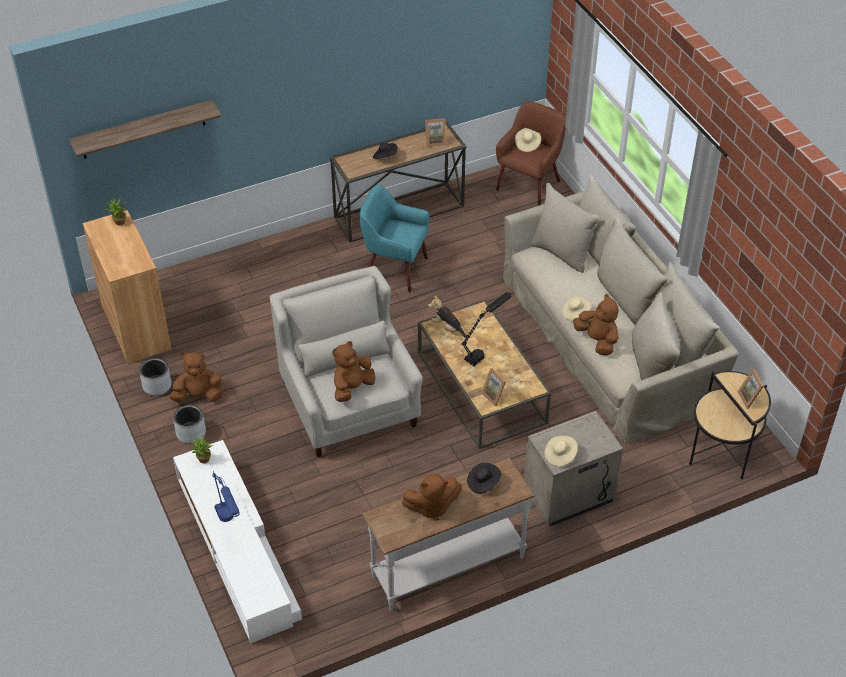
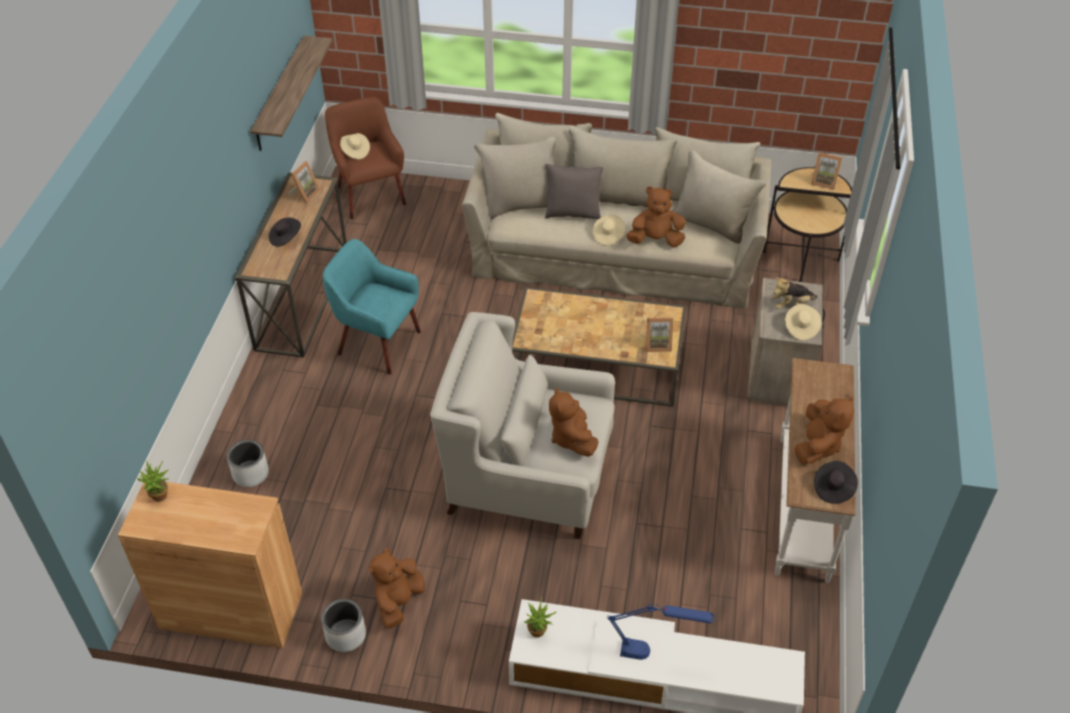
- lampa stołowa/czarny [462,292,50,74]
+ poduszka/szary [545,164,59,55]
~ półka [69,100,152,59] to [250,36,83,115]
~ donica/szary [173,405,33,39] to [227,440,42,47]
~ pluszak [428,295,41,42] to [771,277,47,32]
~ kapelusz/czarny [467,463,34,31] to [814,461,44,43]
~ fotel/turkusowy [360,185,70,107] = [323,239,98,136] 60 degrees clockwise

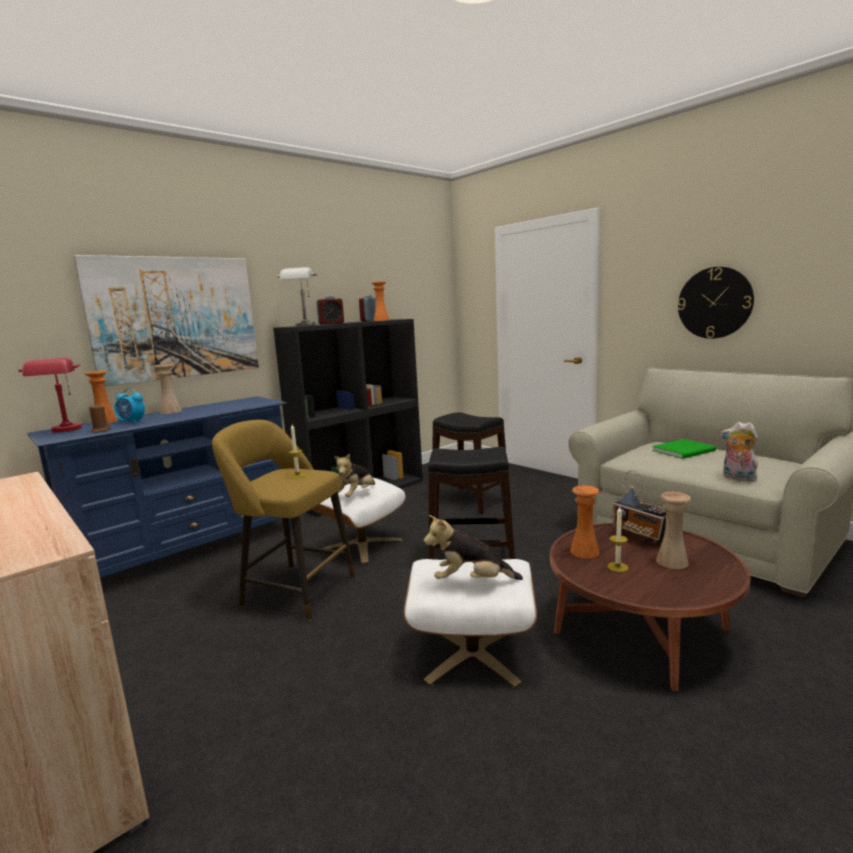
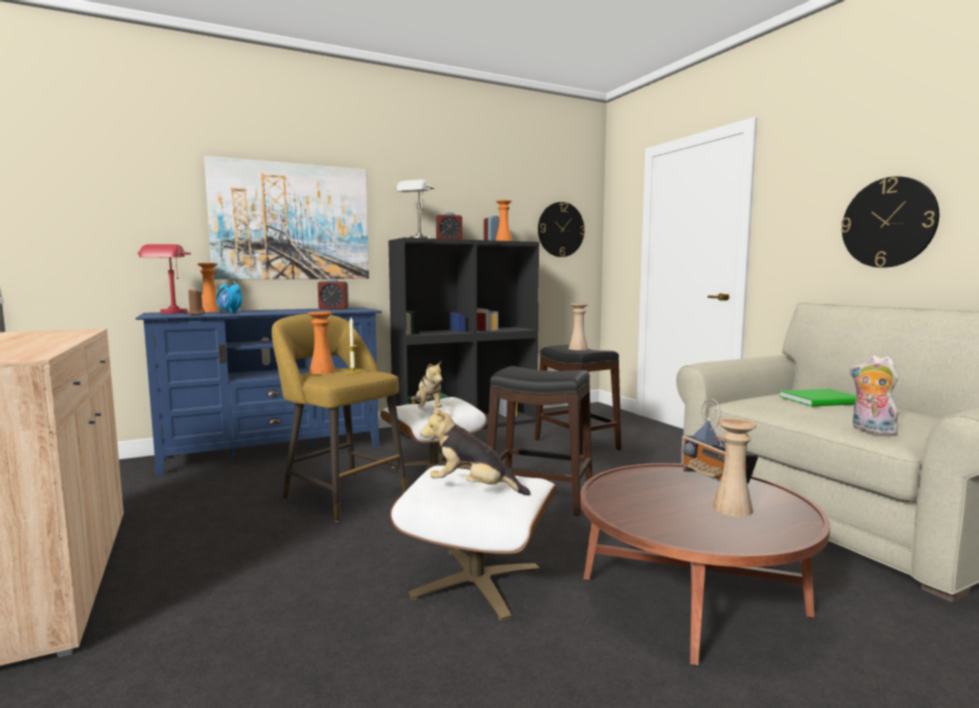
- świeca [607,506,22,66]
+ budzik [318,278,31,31]
+ zegar ścienny [538,202,47,55]
~ wazon/beżowy [153,364,29,50] to [569,303,19,47]
~ wazon/pomarańczowy [570,486,30,72] to [308,311,28,63]
~ pluszak [334,454,41,43] = [411,361,32,47] 60 degrees counterclockwise

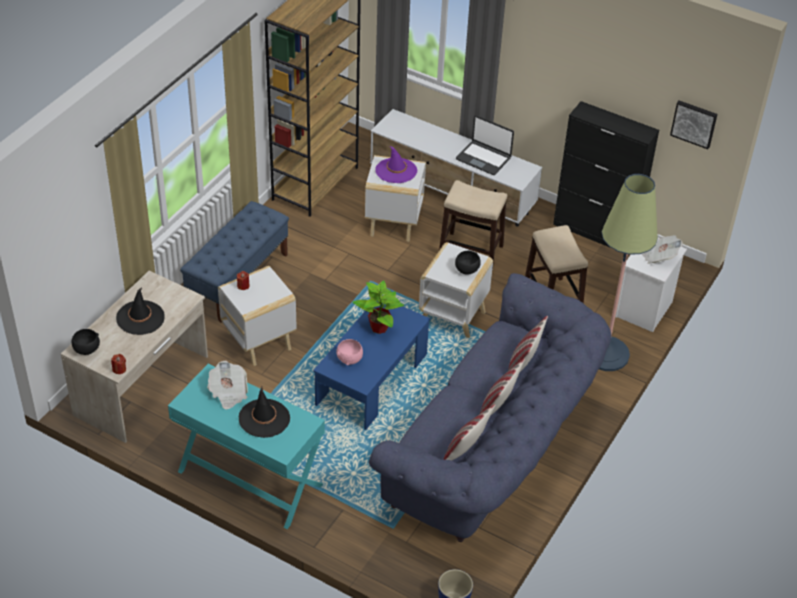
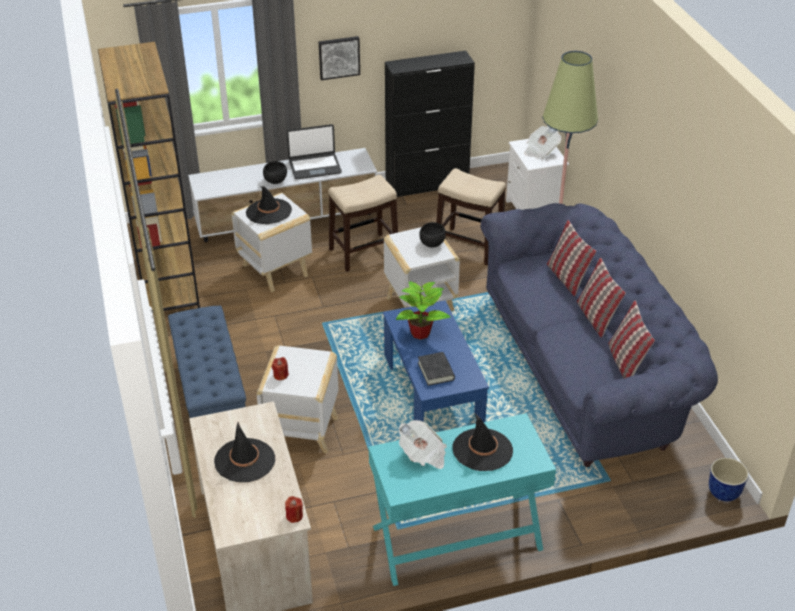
~ miska/czarny [71,329,29,26] to [263,161,24,23]
~ obraz [670,100,48,49] to [319,36,41,44]
~ miska/różowy [336,339,27,26] to książka/czarny [418,352,37,34]
~ kapelusz/fioletowy [375,146,42,37] to kapelusz/czarny [246,186,46,38]

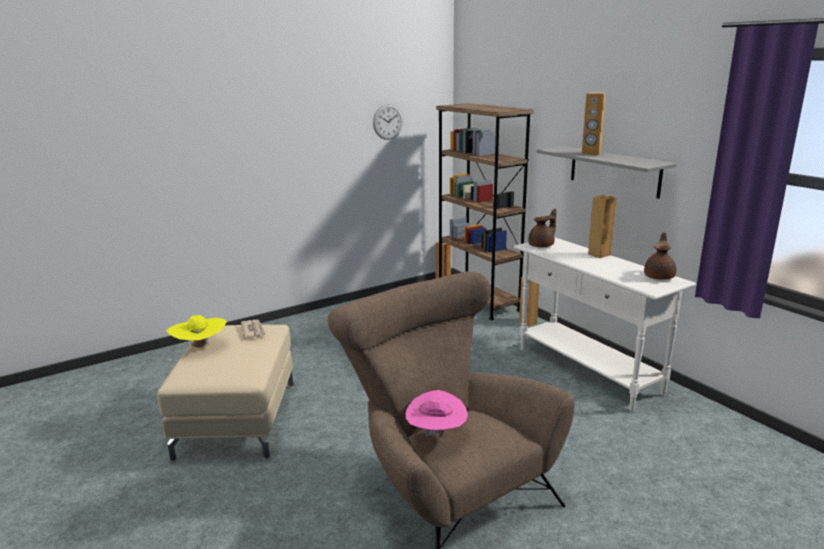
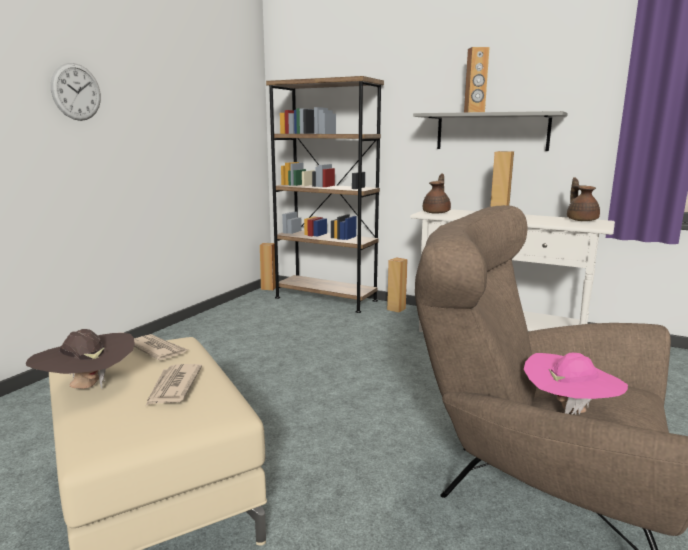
+ gazeta [146,364,56,42]
~ zegar ścienny [373,104,30,36] to [51,63,50,58]
~ kapelusz/żółty [167,315,60,35] to kapelusz/brązowy [26,329,109,60]

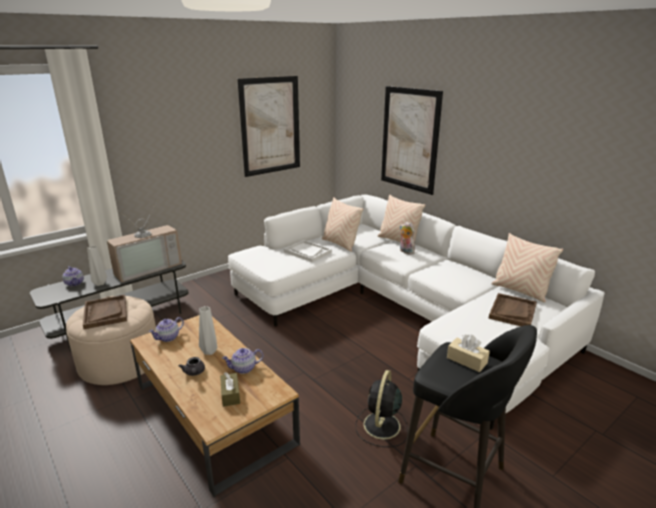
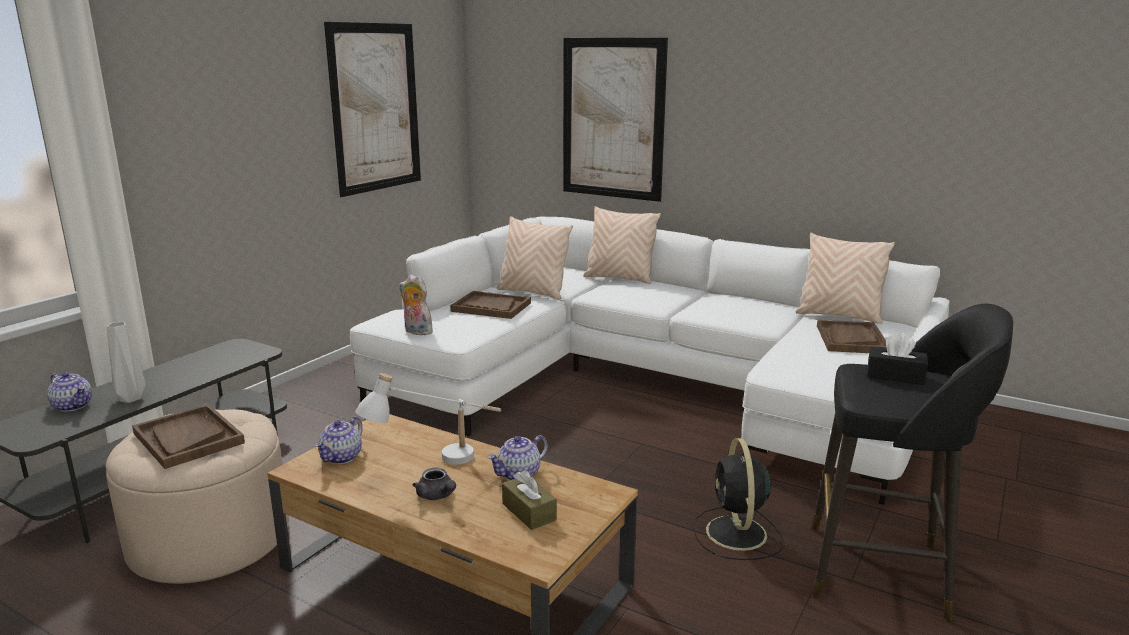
- telewizor [107,200,75,82]
~ pluszak [400,221,15,34] to [399,274,34,61]
~ wazon/szary [199,306,18,49] to lampa stołowa/biały [355,373,146,92]
~ taca/biały [284,240,48,22] to taca/brązowy [450,291,81,28]
~ pudełko chusteczek/beżowy [447,334,43,38] to pudełko chusteczek/czarny [867,333,61,52]

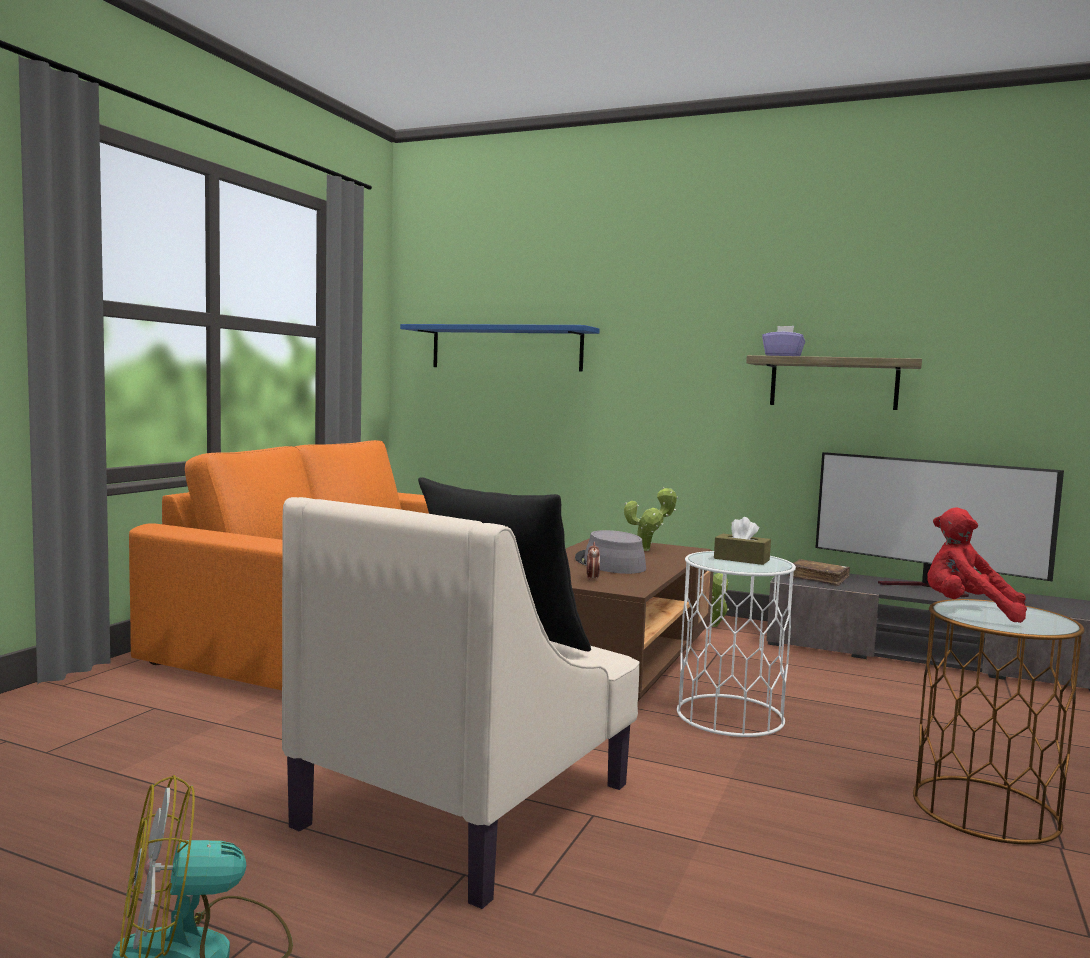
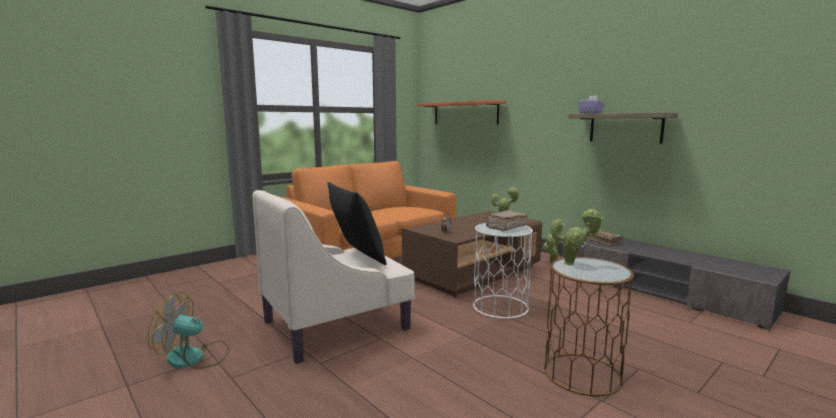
- kapelusz/szary [575,530,71,44]
- telewizor [815,452,249,145]
~ pudełko chusteczek/brązowy [714,517,57,48] to książka/brązowy [486,210,42,21]
~ pluszak/czerwony [927,507,100,116] to roślina doniczkowa [550,208,54,58]
~ półka/niebieski [400,324,200,47] to półka/pomarańczowy [416,100,90,24]

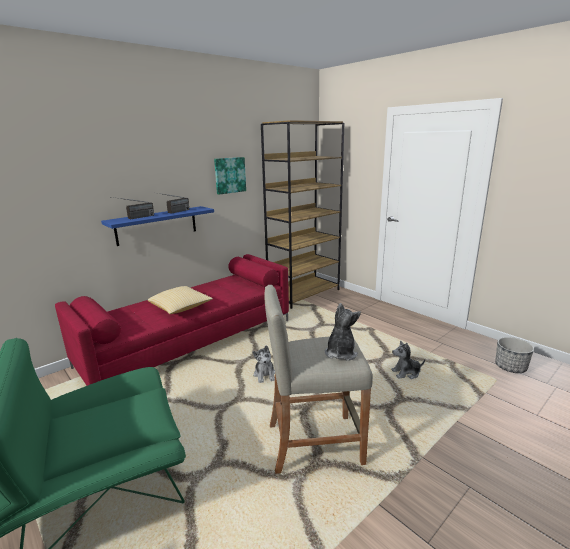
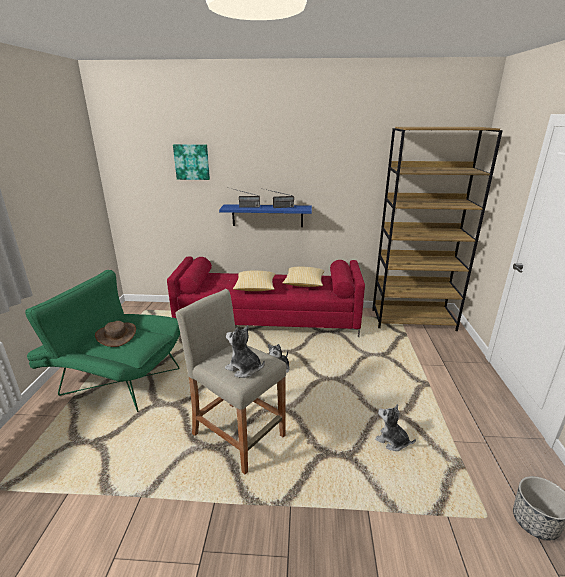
+ kapelusz/brązowy [95,321,41,26]
+ poduszka [283,266,42,21]
~ obraz [214,157,32,37] to [173,144,37,36]
~ pluszak [325,303,36,58] = [225,325,40,53] 120 degrees counterclockwise

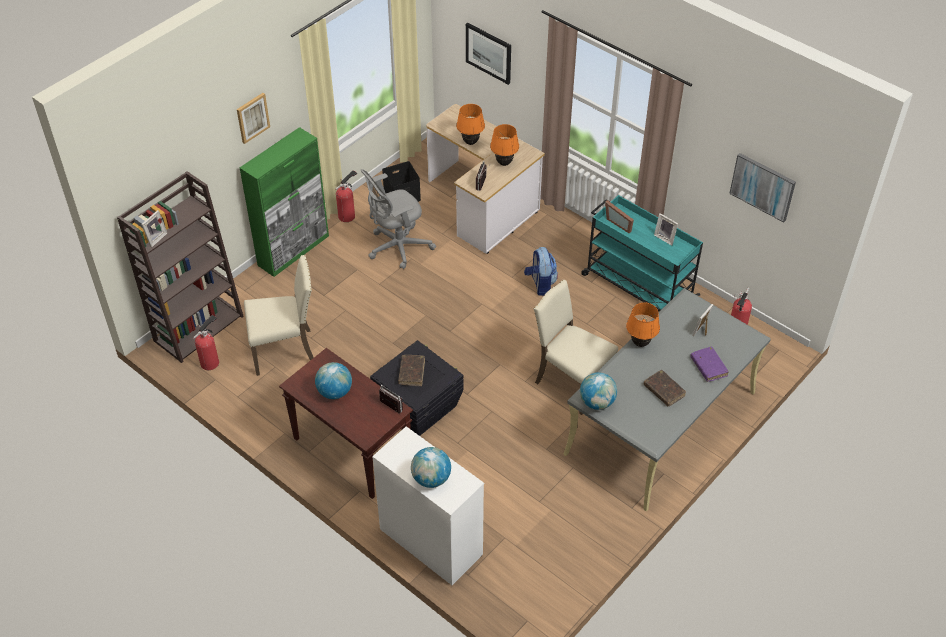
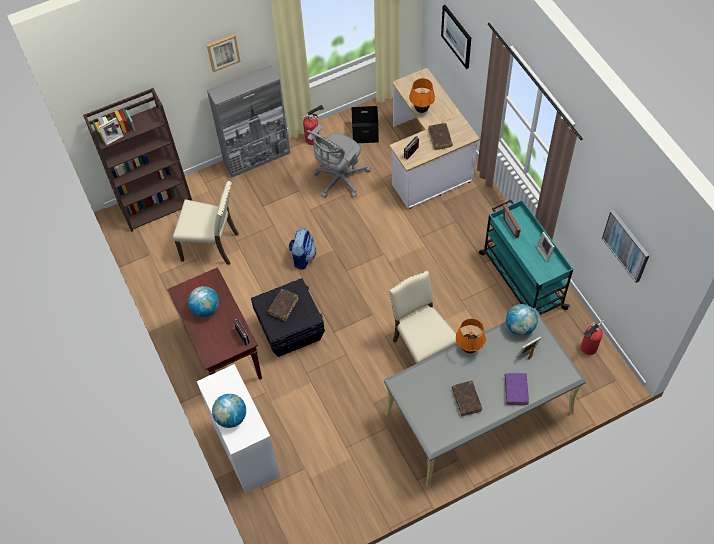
- gaśnica [193,315,26,55]
~ plecak [524,247,34,49] to [289,228,27,42]
~ globus [580,372,37,38] to [506,304,32,32]
~ lampa stołowa/pomarańczowy [490,124,29,42] to książka/brązowy [428,123,25,27]
~ szafka/zielony [240,127,89,150] to szafka/szary [207,65,83,112]
~ krzesło biurowe/szary [361,169,75,100] = [307,125,64,73] 45 degrees counterclockwise

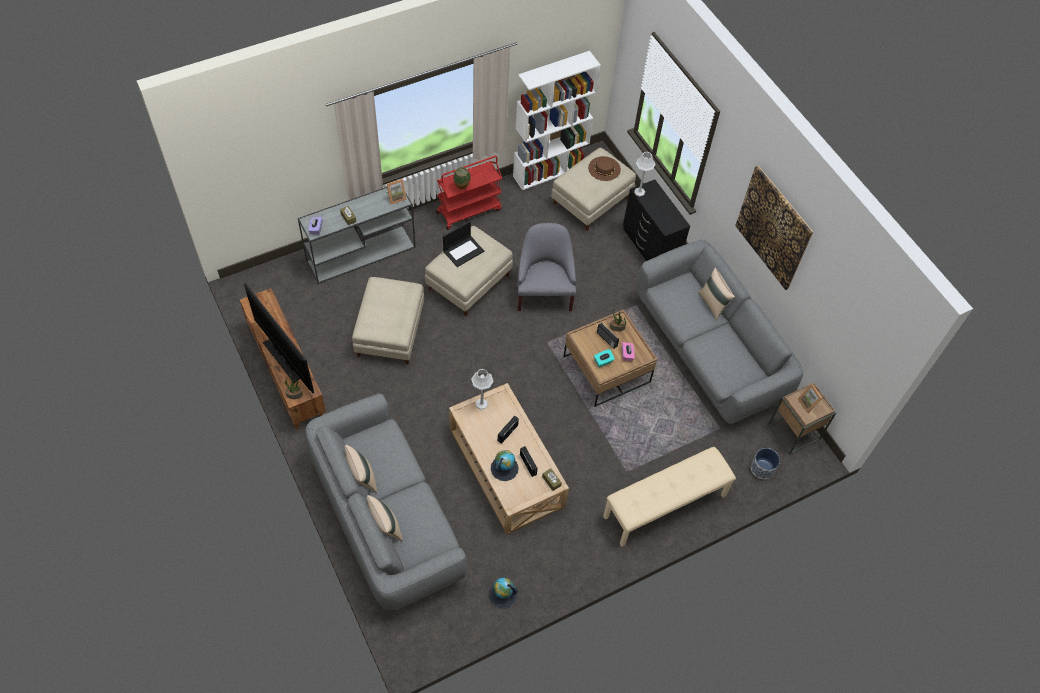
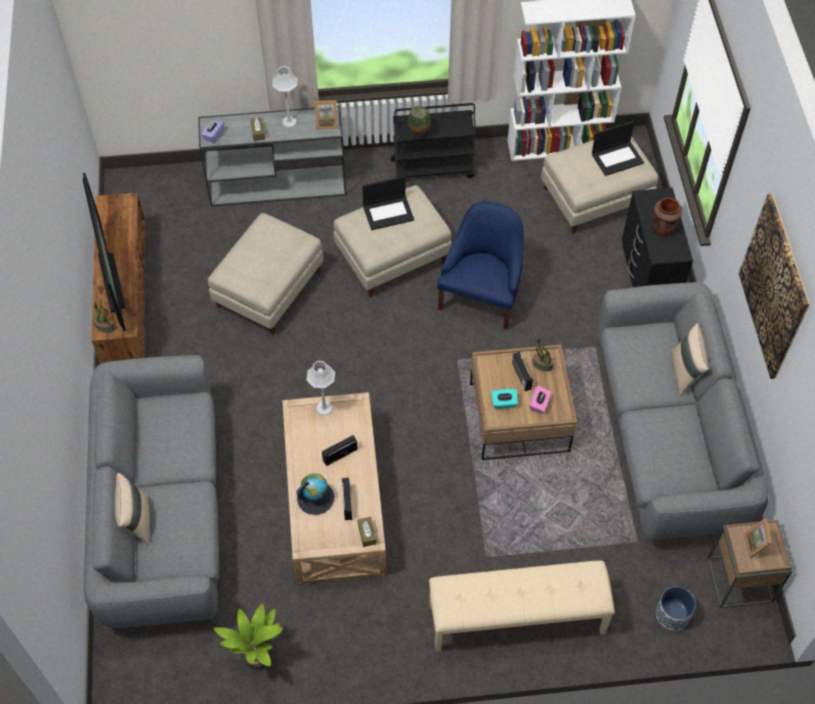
- poduszka/beżowy [345,445,32,48]
+ wazon/brązowy [653,198,30,38]
~ lampa stołowa/szary [634,152,21,44] to [272,66,25,61]
~ globus [489,578,29,30] to roślina doniczkowa [213,604,70,63]
~ kapelusz/brązowy [588,156,33,25] to laptop [592,121,52,55]
~ wózek/czerwony [436,156,66,74] to wózek/czarny [391,103,85,75]
~ fotel/szary [517,223,59,88] to fotel/niebieski [437,202,87,128]

